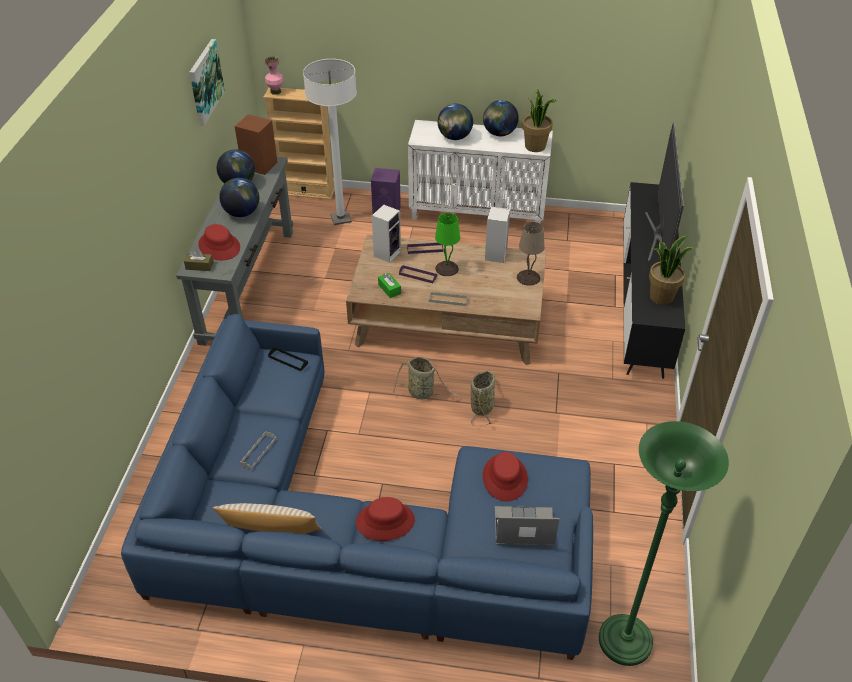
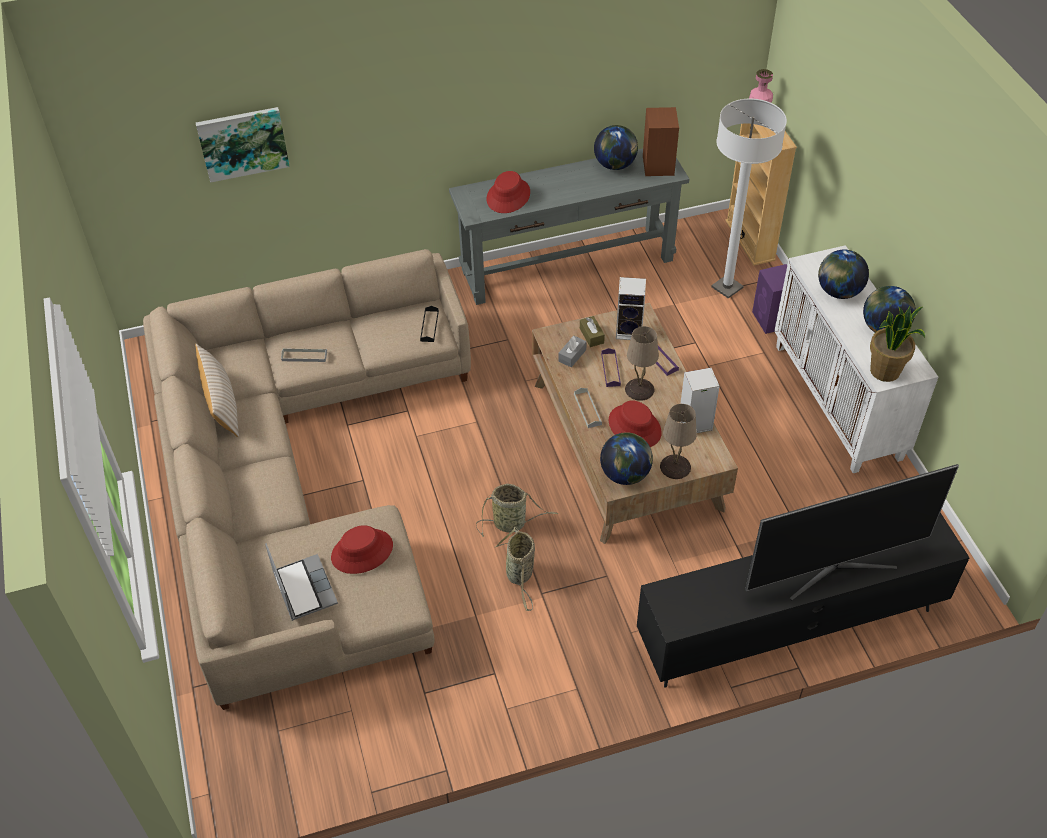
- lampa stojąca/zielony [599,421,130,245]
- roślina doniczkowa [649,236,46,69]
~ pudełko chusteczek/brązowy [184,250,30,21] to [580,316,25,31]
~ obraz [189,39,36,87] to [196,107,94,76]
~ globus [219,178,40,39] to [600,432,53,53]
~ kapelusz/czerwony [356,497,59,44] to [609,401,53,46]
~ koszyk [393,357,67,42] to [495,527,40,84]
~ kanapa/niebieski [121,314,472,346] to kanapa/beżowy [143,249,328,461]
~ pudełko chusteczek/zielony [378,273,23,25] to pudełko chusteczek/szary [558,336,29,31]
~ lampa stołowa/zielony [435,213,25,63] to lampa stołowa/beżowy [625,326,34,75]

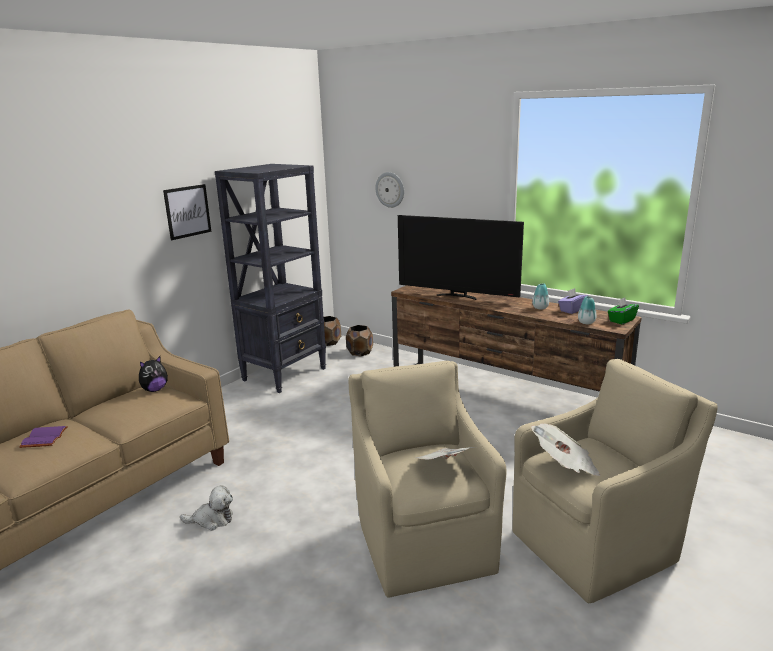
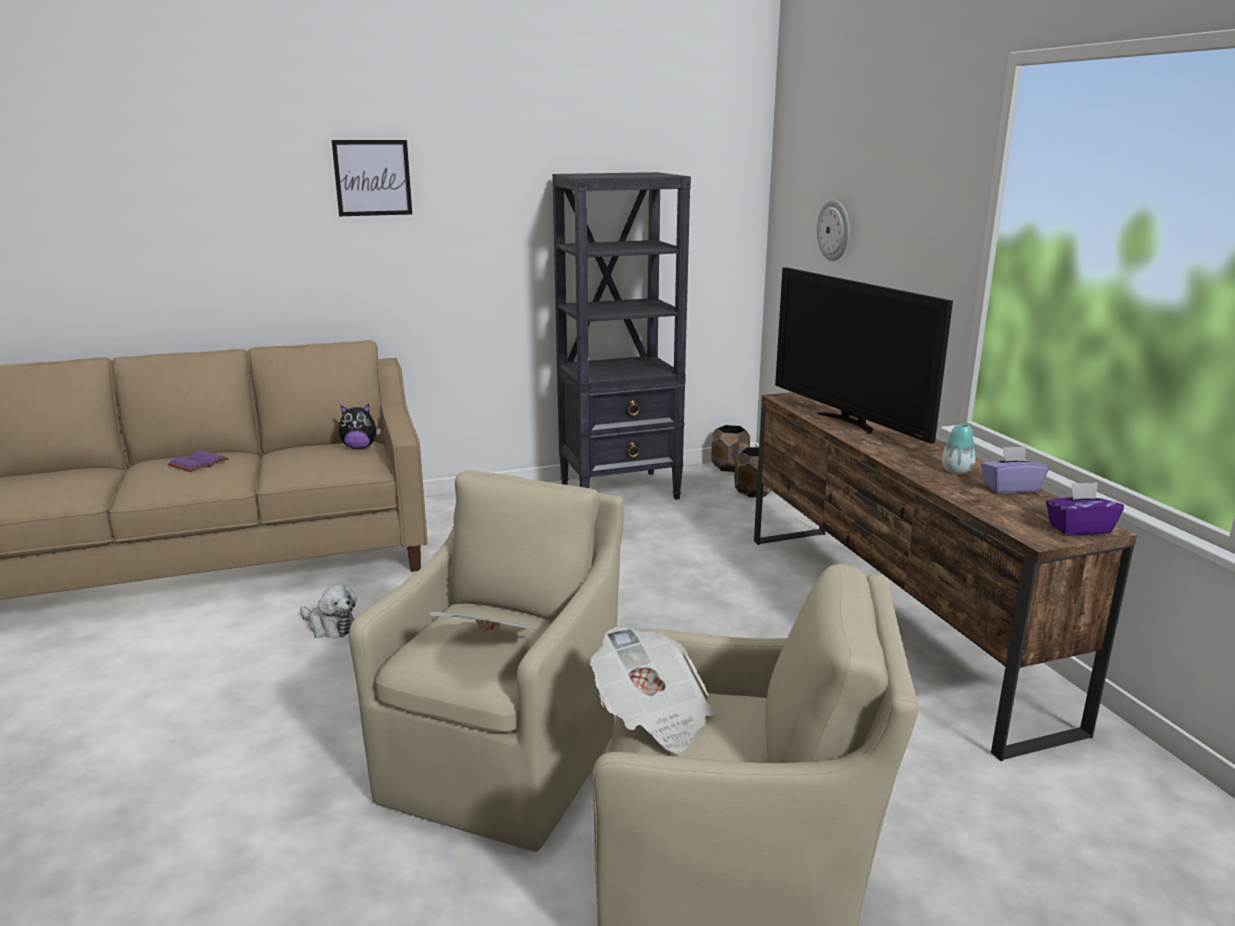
- wazon [578,296,18,28]
~ obraz [163,184,48,56] to [332,140,80,76]
~ pudełko chusteczek/zielony [608,297,31,27] to pudełko chusteczek/fioletowy [1046,482,78,53]

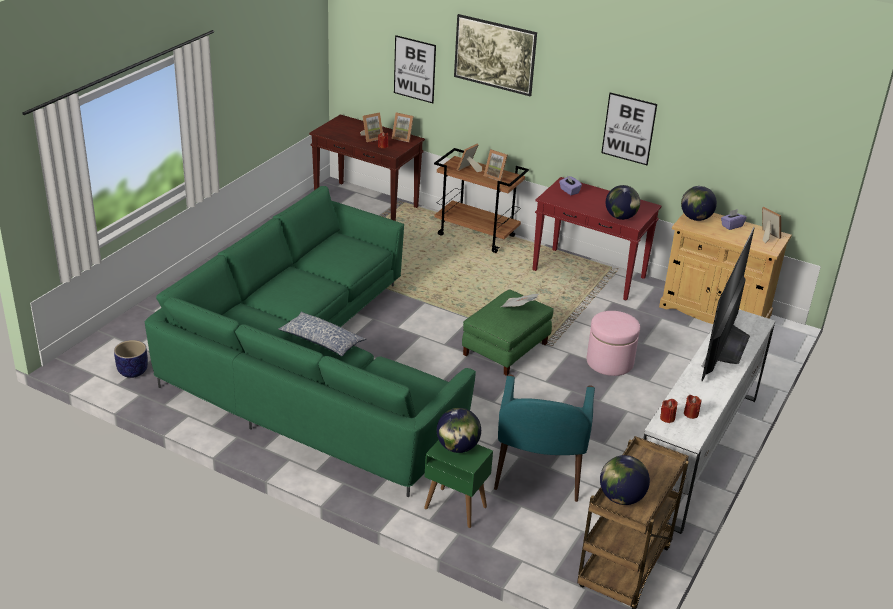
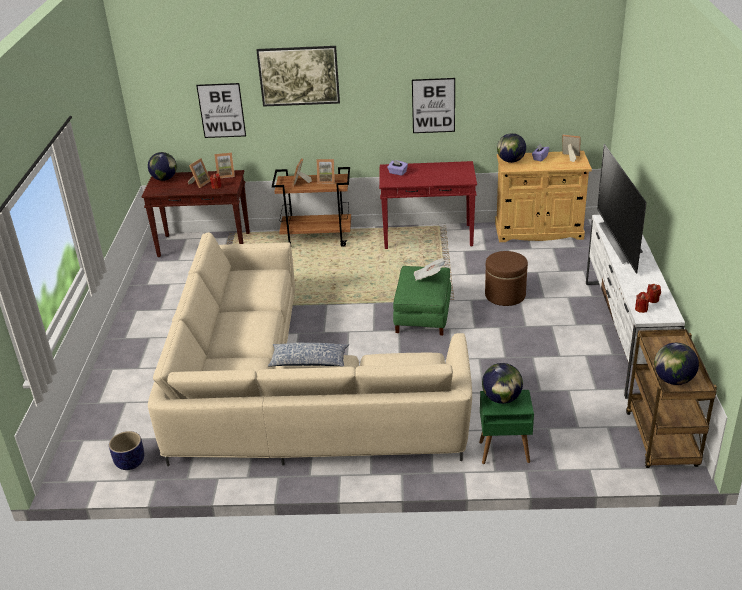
- fotel/turkusowy [494,375,101,127]
~ globus [606,185,34,35] to [148,152,29,29]
~ kanapa/zielony [145,186,331,311] to kanapa/beżowy [148,232,324,234]
~ pufa/różowy [587,311,53,65] to pufa/brązowy [485,251,43,55]

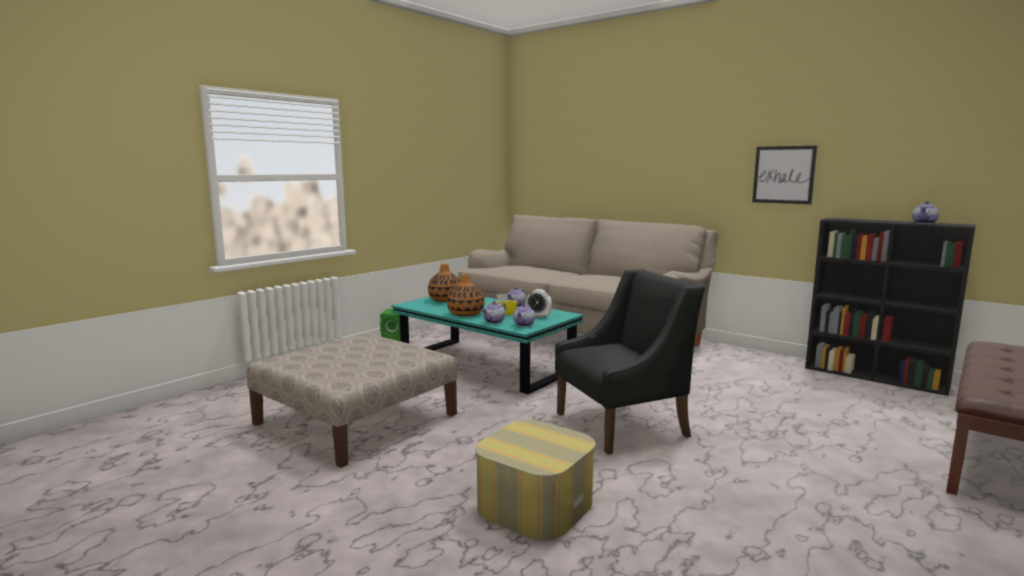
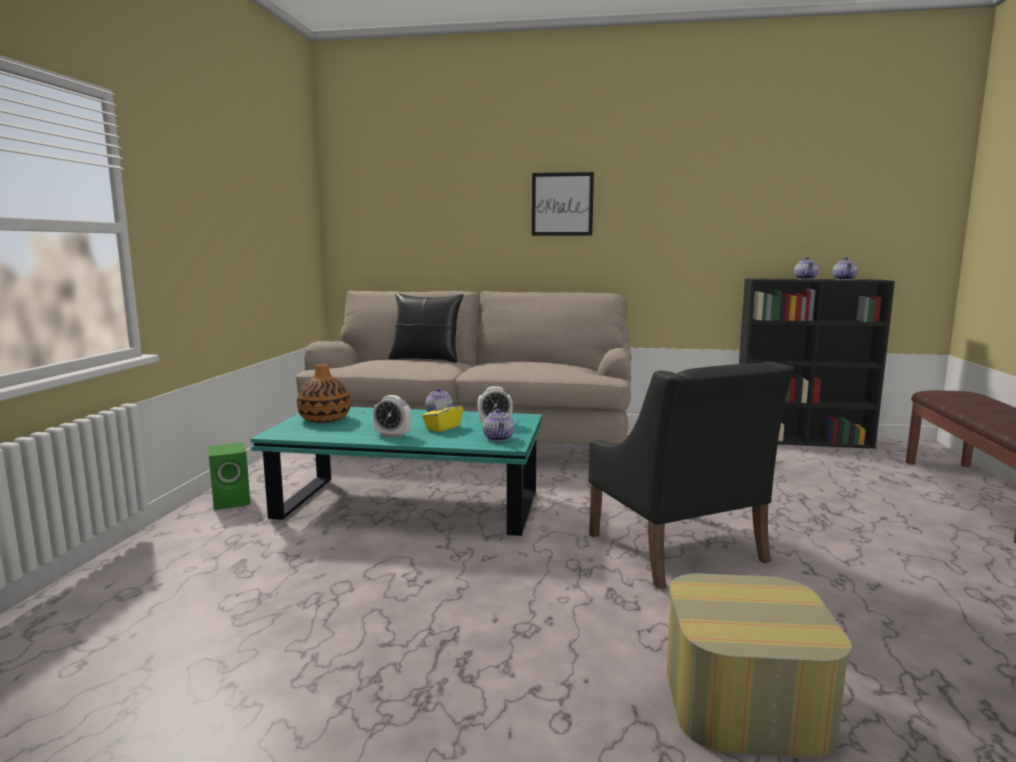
- pufa/beżowy [247,333,211,135]
+ poduszka/czarny [389,293,74,69]
~ imbryk [482,301,24,23] to [794,257,24,23]
~ obraz [752,146,65,58] to [532,172,62,64]
~ wazon [447,274,38,42] to budzik [373,395,38,43]
~ fotel/czarny [555,269,150,186] = [588,361,206,228] 120 degrees clockwise

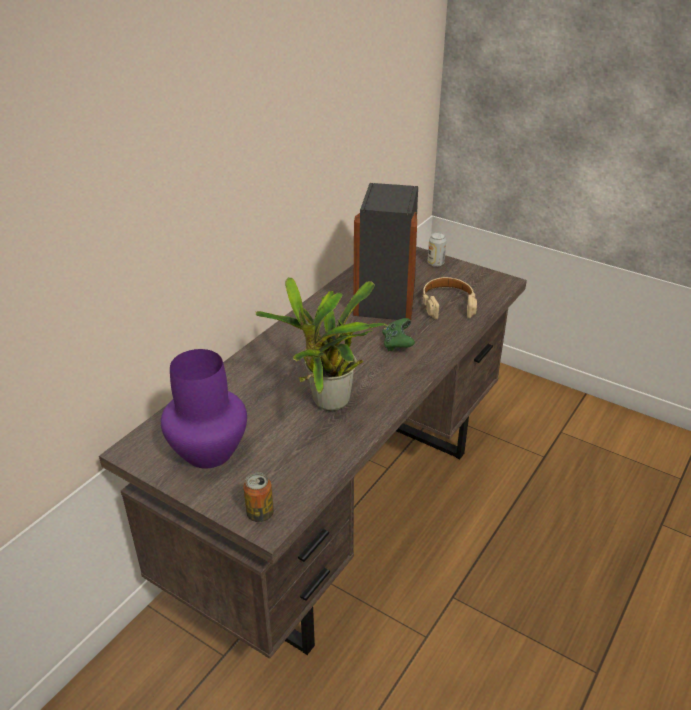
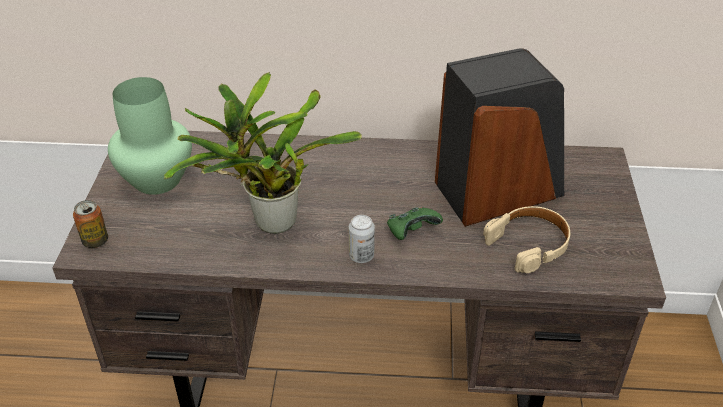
~ puszka [428,232,18,35] to [349,215,26,48]
~ wazon/fioletowy [161,349,86,120] to wazon/zielony [108,77,84,118]

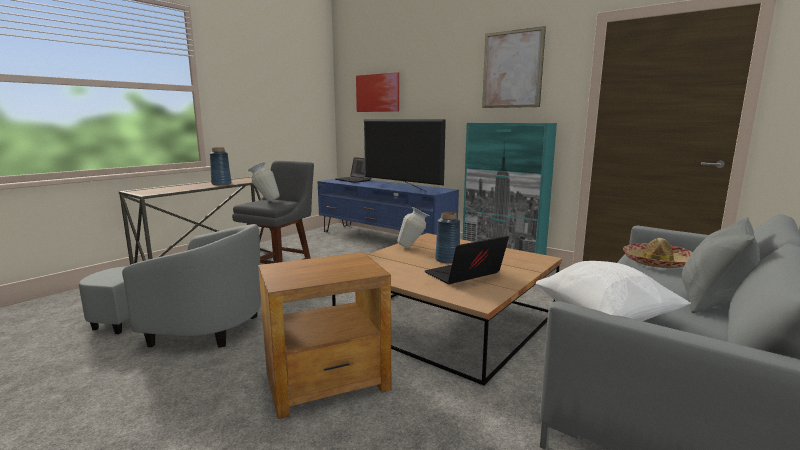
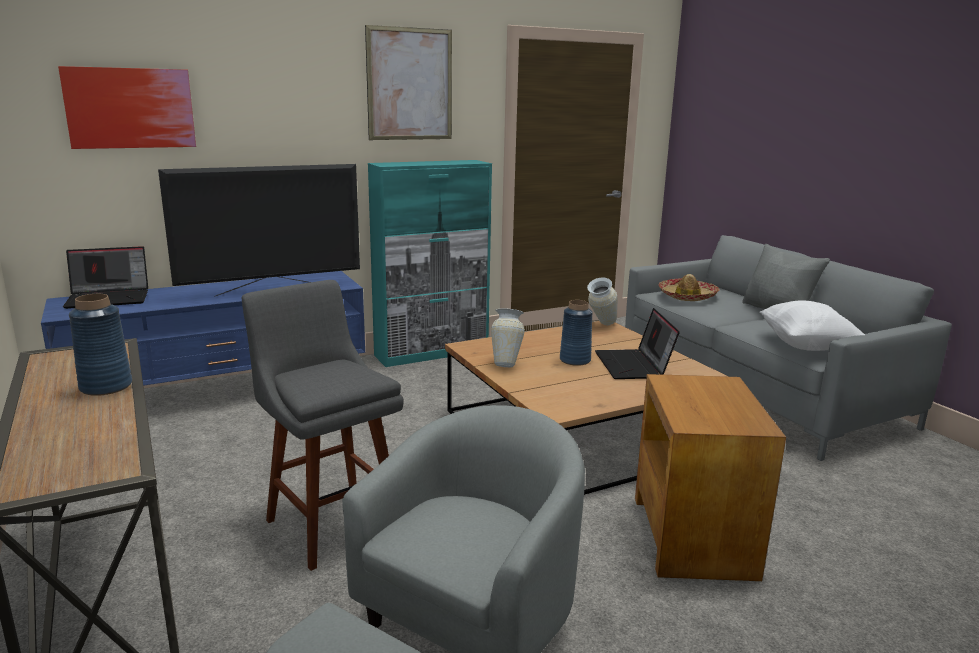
~ wazon [248,162,32,40] to [587,277,31,48]

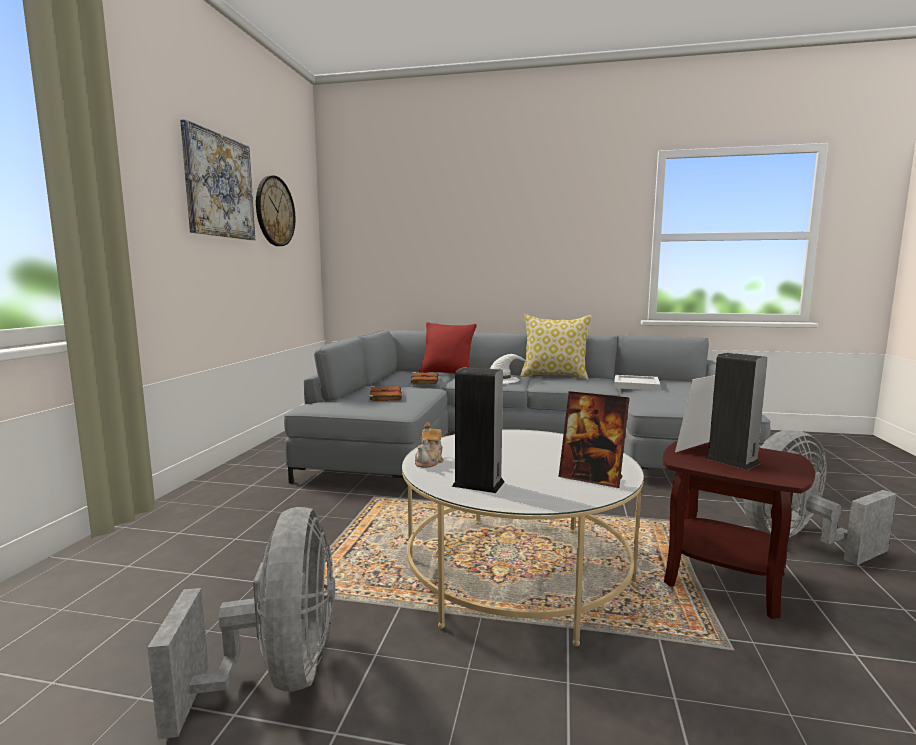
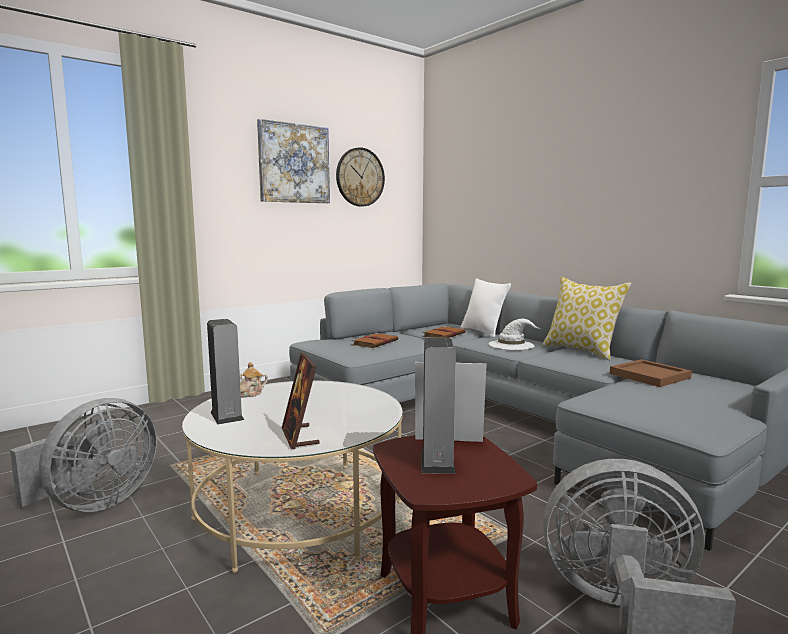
~ poduszka/czerwony [419,322,58,51] to poduszka/biały [460,278,51,60]
~ taca/biały [614,375,46,16] to taca/brązowy [610,359,82,28]

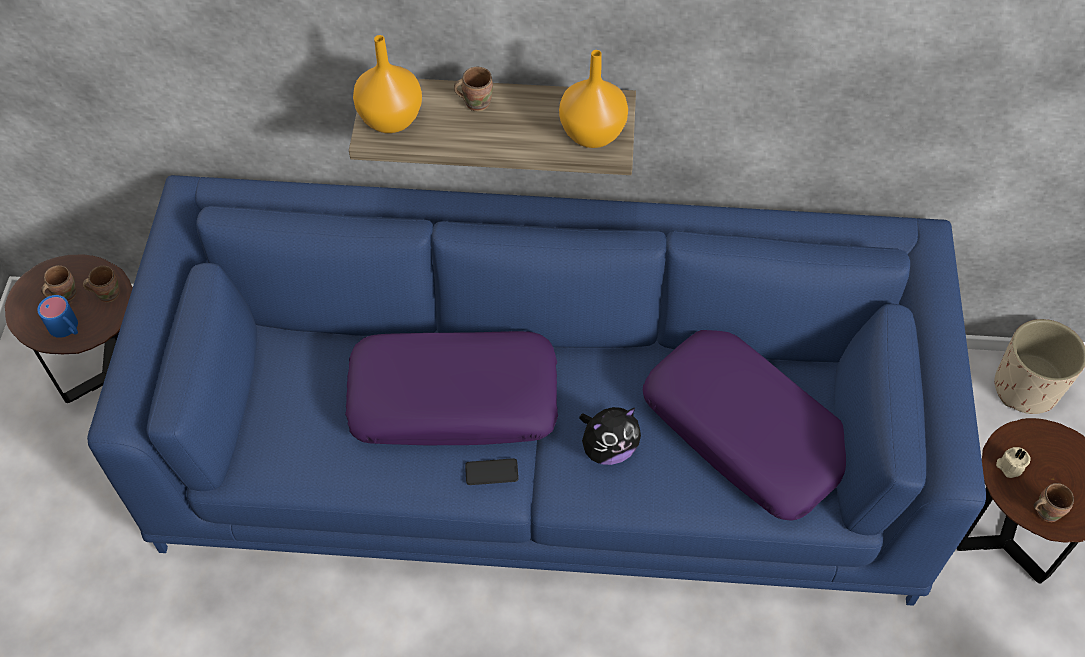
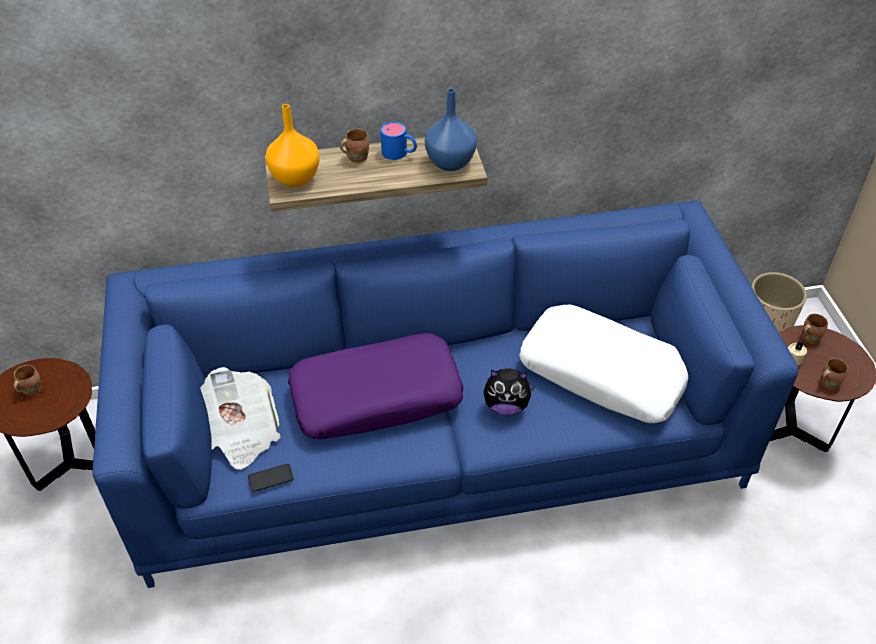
+ gazeta [200,367,81,102]
~ kubek/niebieski [37,295,41,43] to [380,122,37,38]
~ kubek/brązowy [83,266,37,37] to [802,314,26,30]
~ telefon [465,458,54,27] to [248,464,46,28]
~ wazon/pomarańczowy [559,50,69,98] to wazon/niebieski [425,88,52,83]
~ poduszka/fioletowy [643,330,203,191] to poduszka/biały [519,304,169,119]
~ pluszak [579,407,62,58] = [483,368,52,47] 45 degrees clockwise

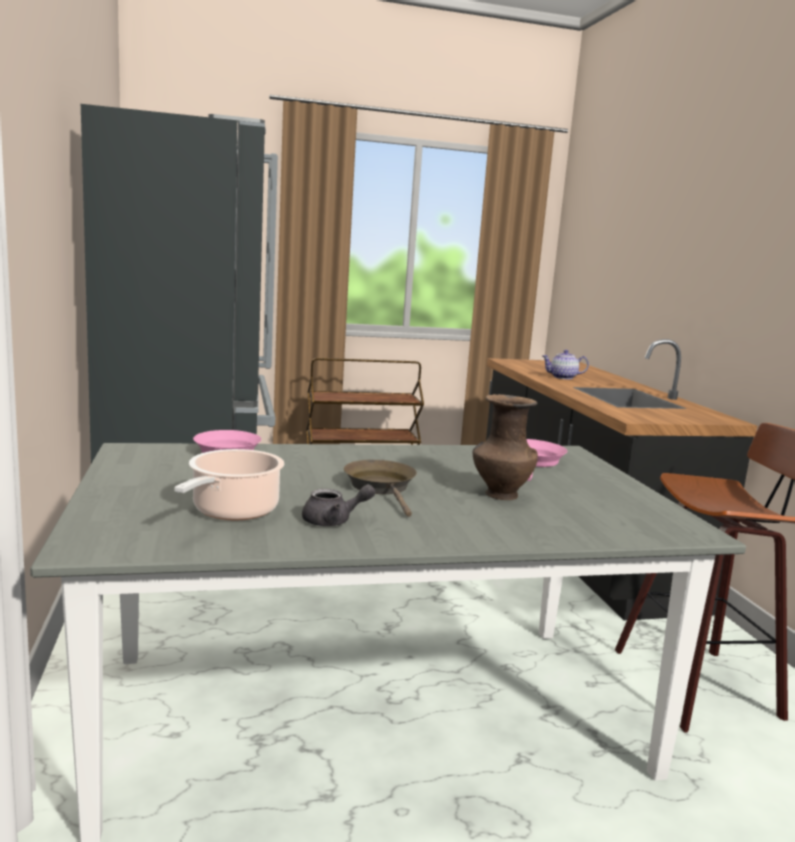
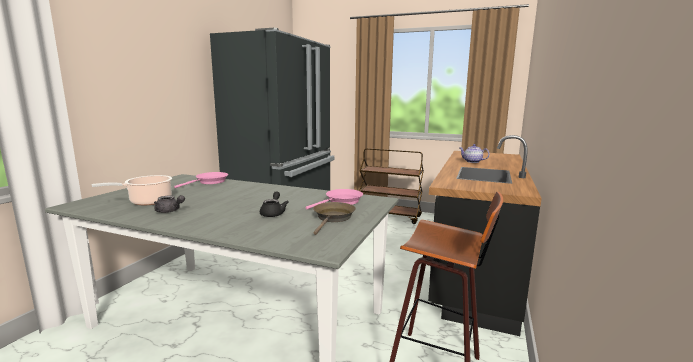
~ patelnia/brązowy [344,460,73,57] to [313,202,43,33]
~ wazon/brązowy [473,394,65,106] to imbryk/czarny [260,191,29,26]

